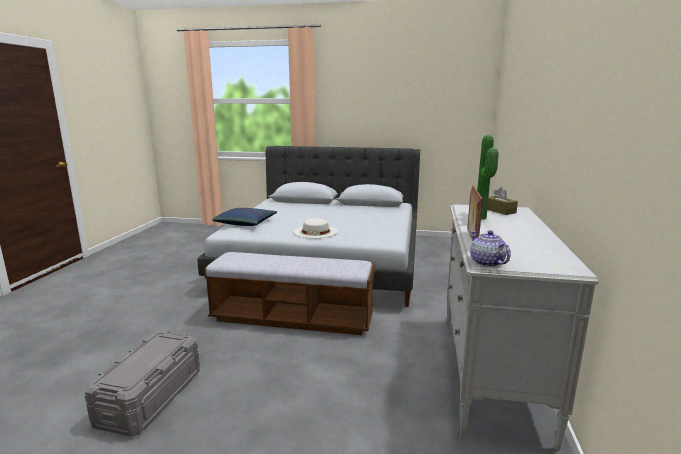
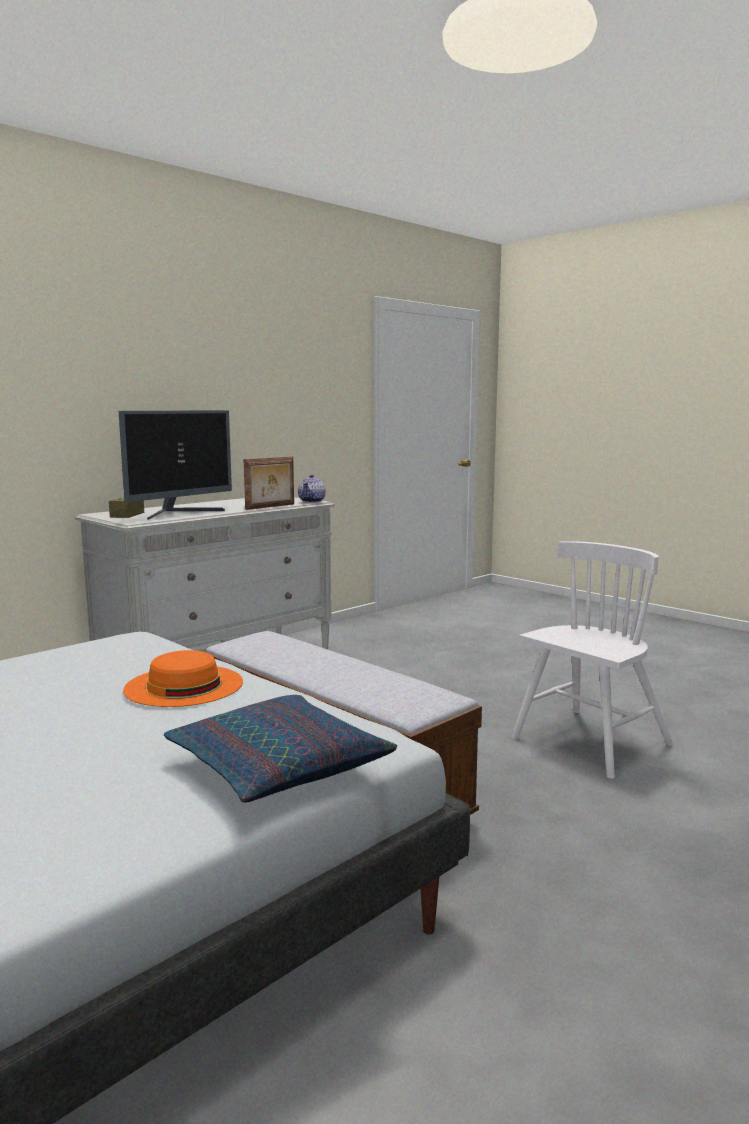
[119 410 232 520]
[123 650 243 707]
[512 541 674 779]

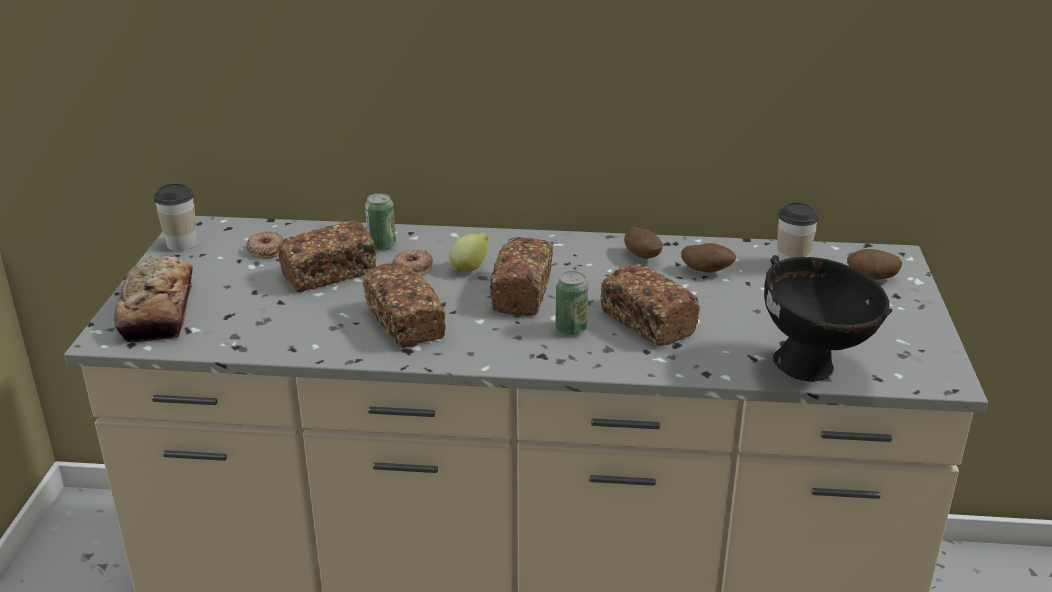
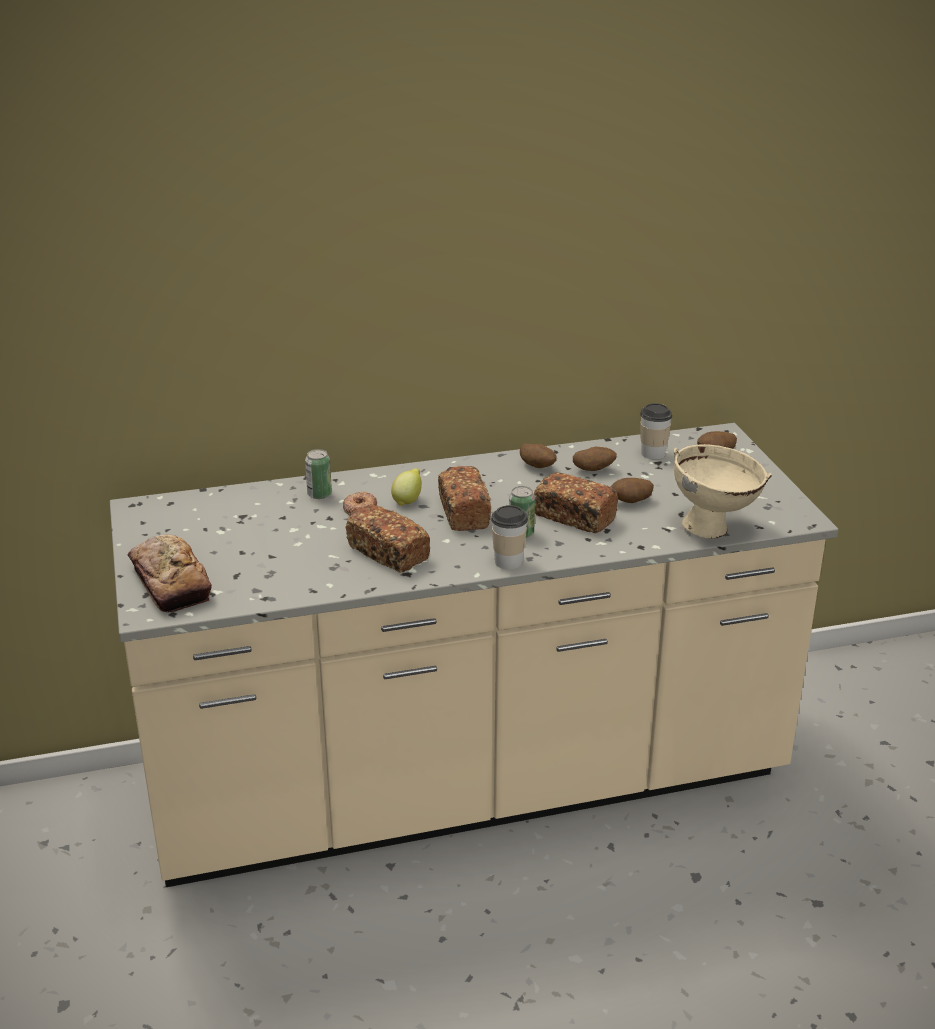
[491 505 528 569]
[278 221 376 293] (first image)
[246 231 284 259] (first image)
[674 444 772 539]
[611 478 654 503]

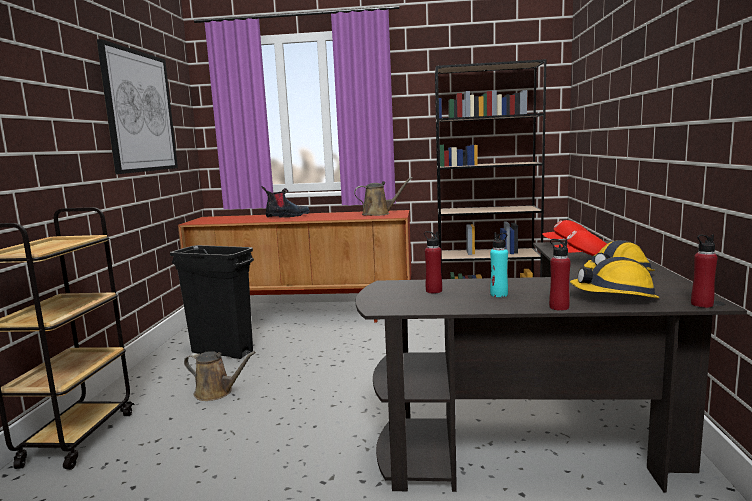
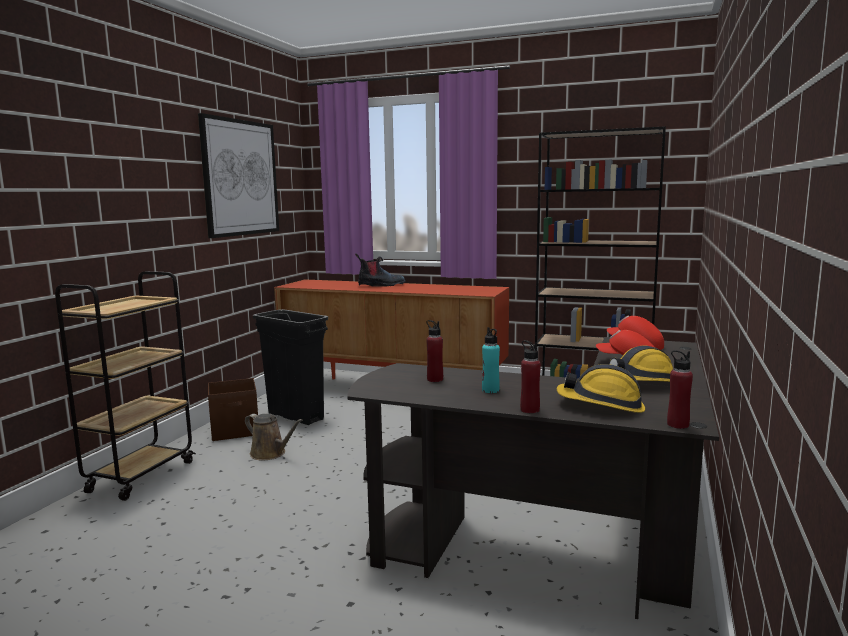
[354 177 413 216] (first image)
[208 378 258 441]

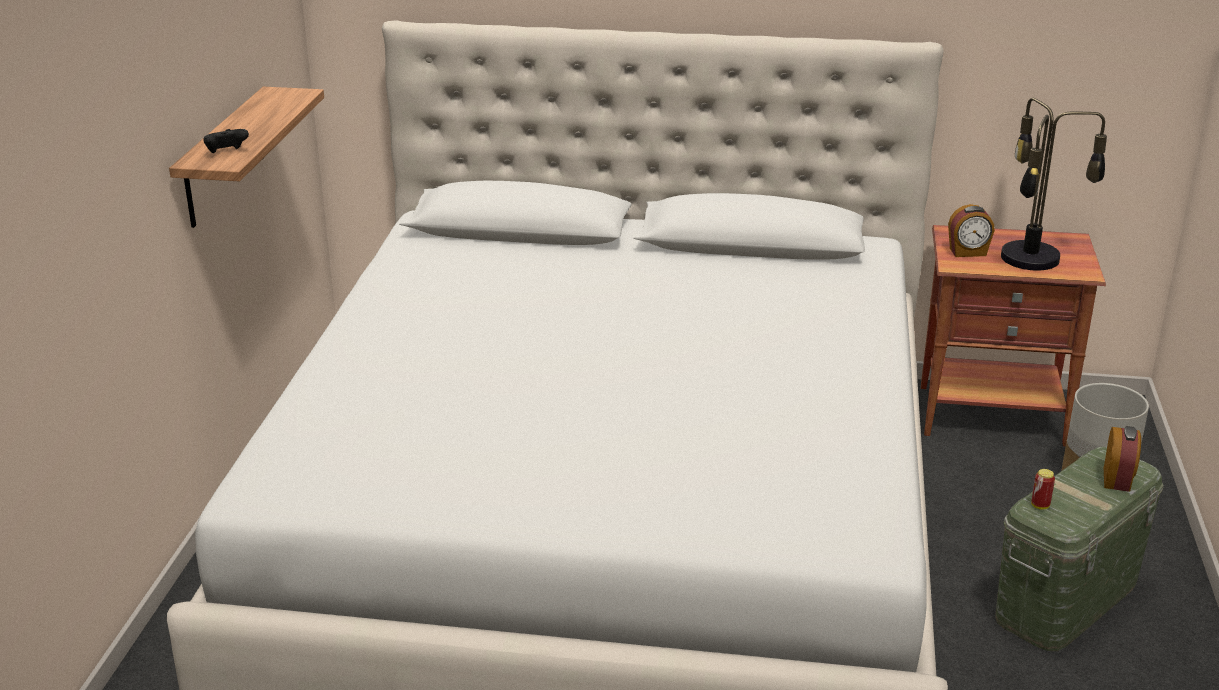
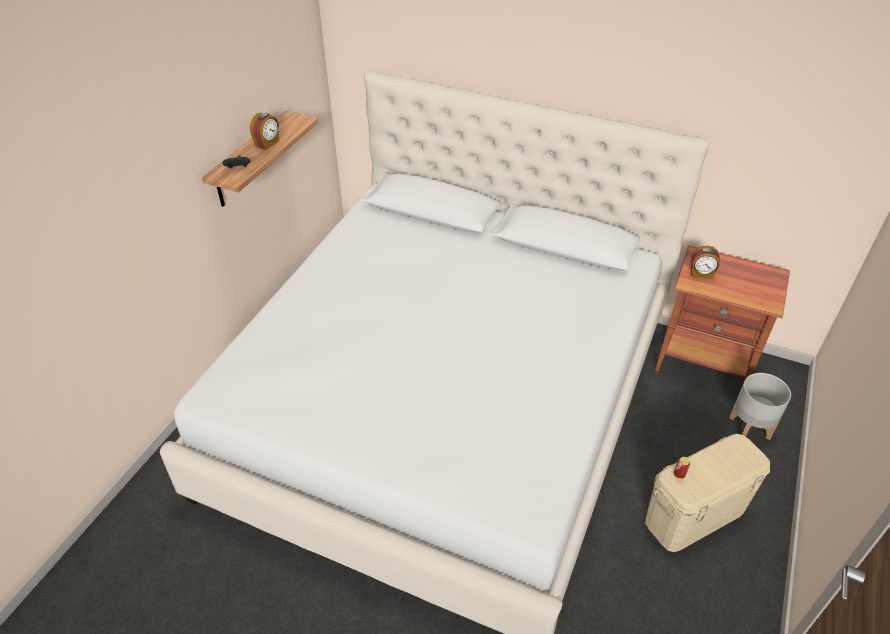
[1001 98 1107 270] (first image)
[250 112 279 150]
[645 434 770 552]

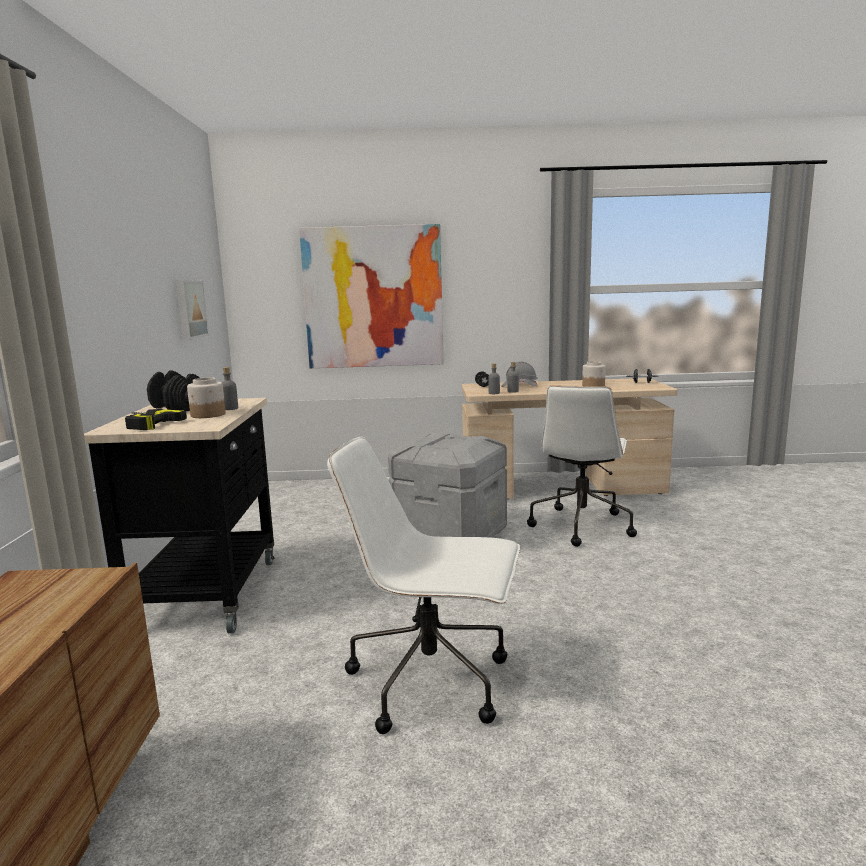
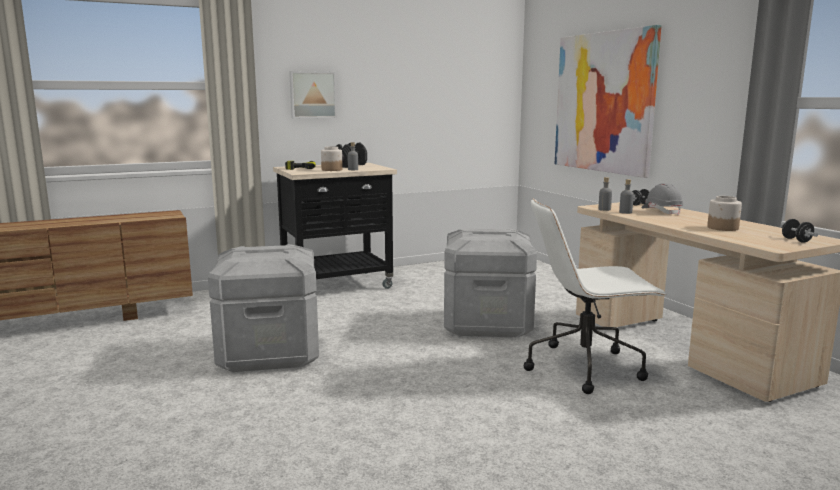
[289 71 337 118]
[208 244 319 372]

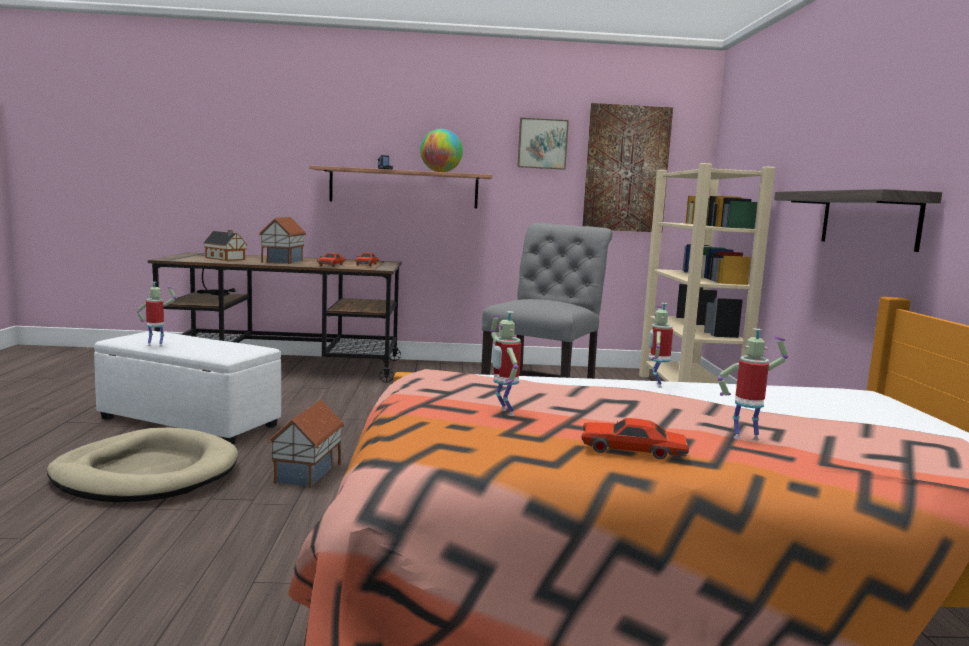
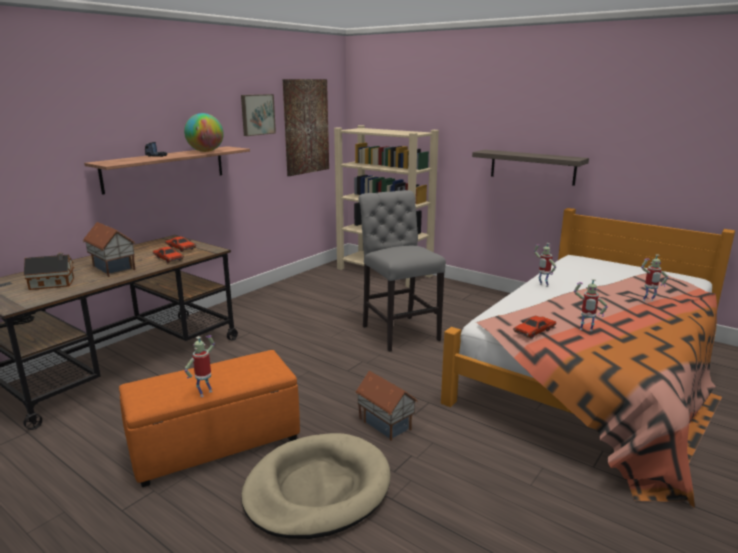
[641 254 668 301]
[119 350 300 487]
[513 316 557 339]

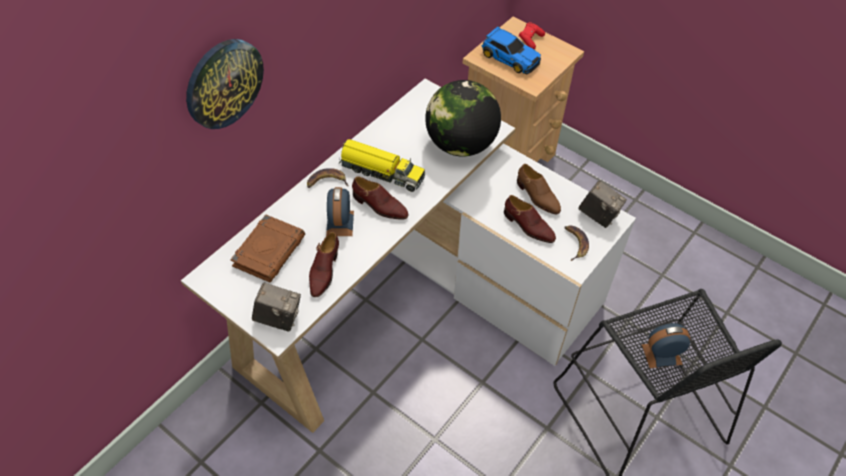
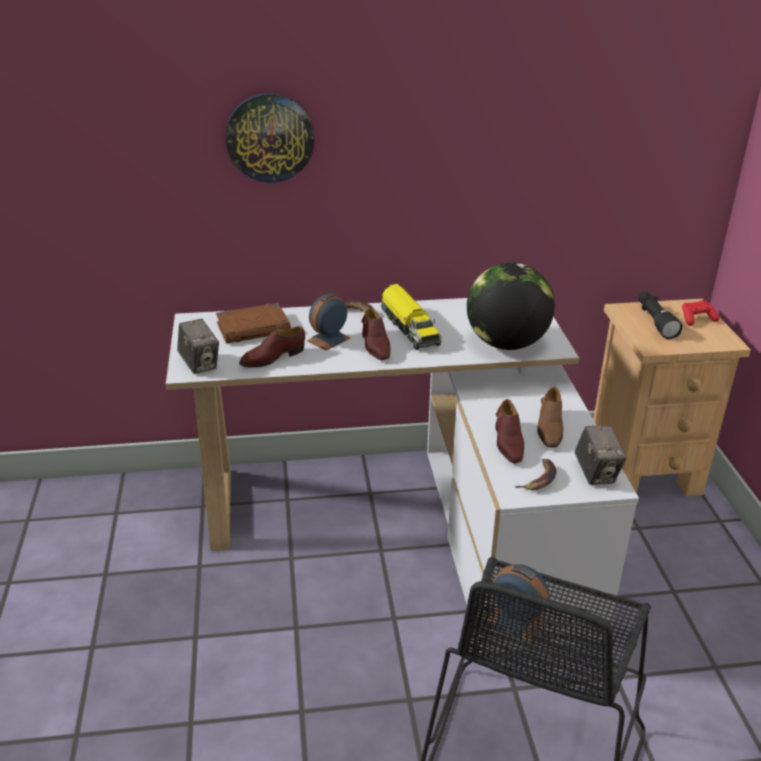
[639 291 682 339]

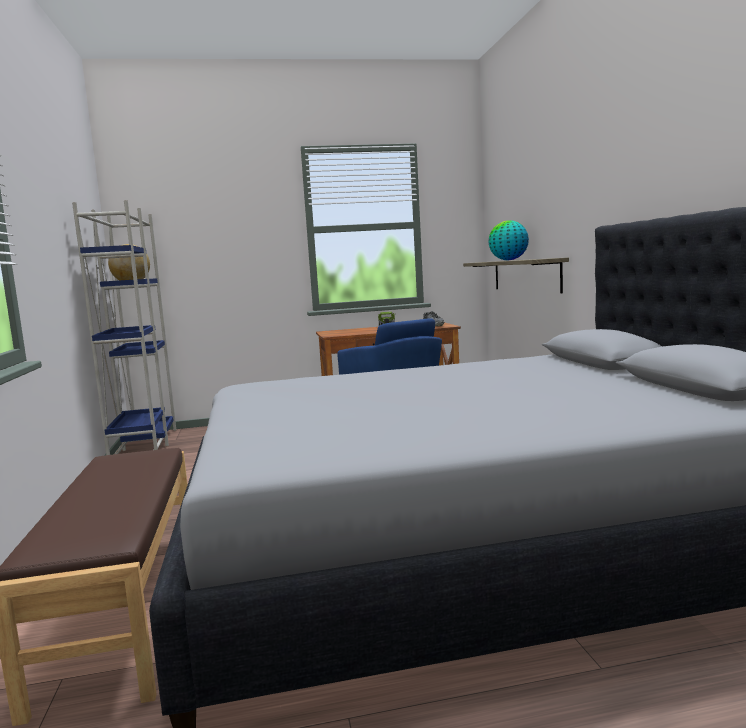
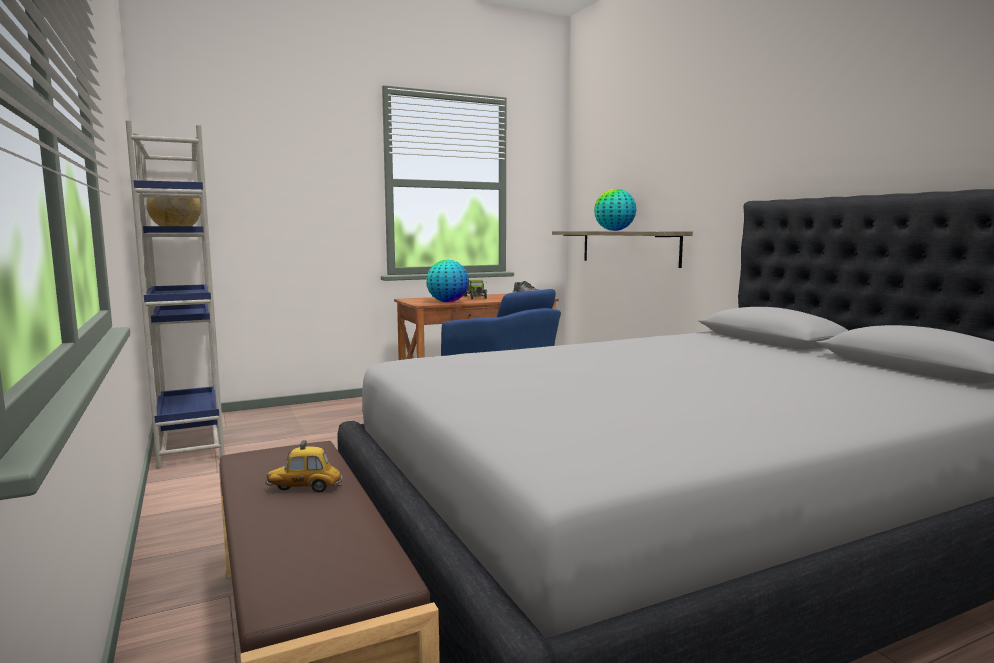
[426 260 469 302]
[266 440 343 493]

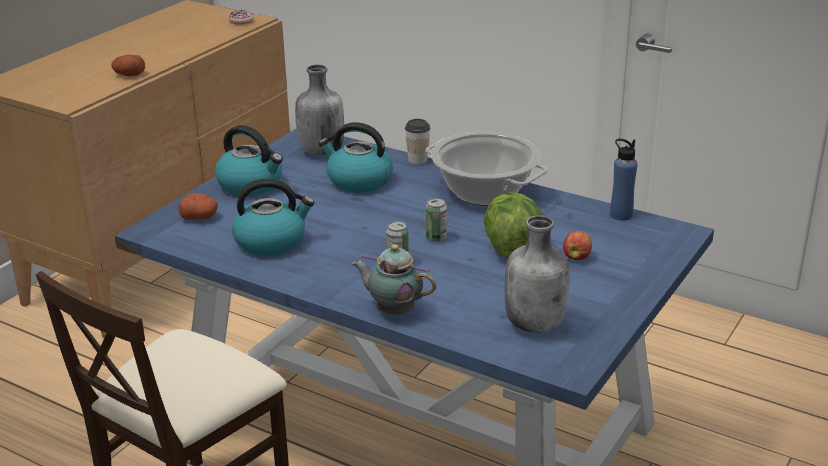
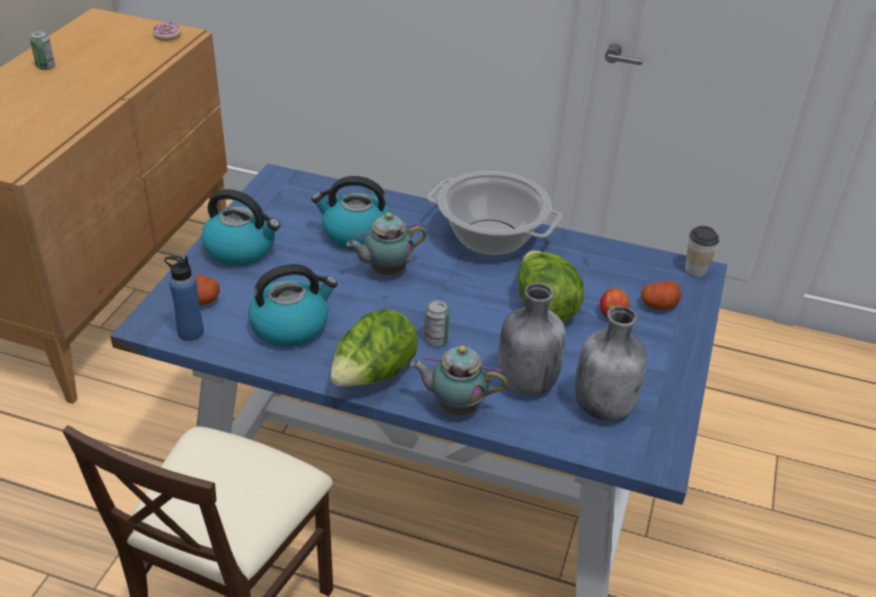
[641 281 681 311]
[498 283 566 396]
[685 226 719 277]
[165 256 204 341]
[30 31 55 70]
[346 213 427 275]
[330 309 418 386]

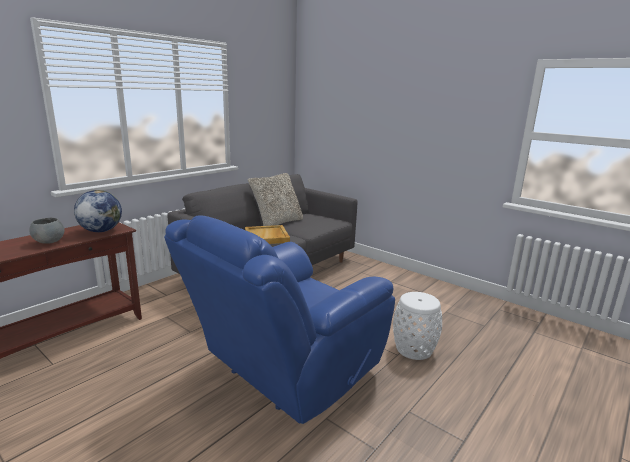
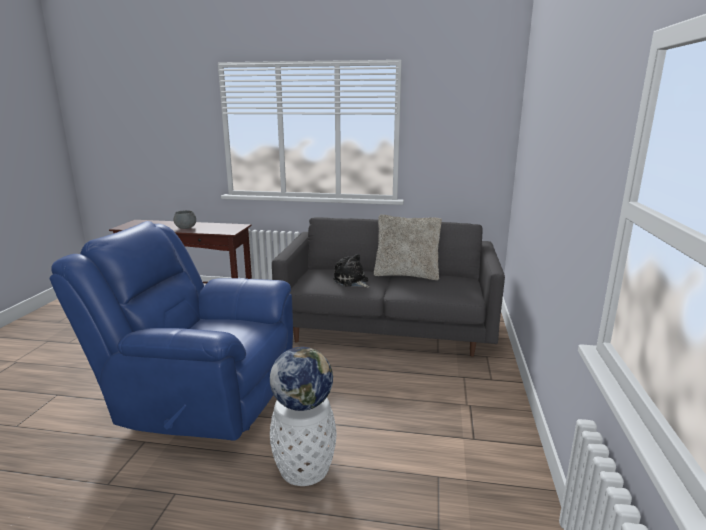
[270 347 333 411]
[333 254 370 288]

